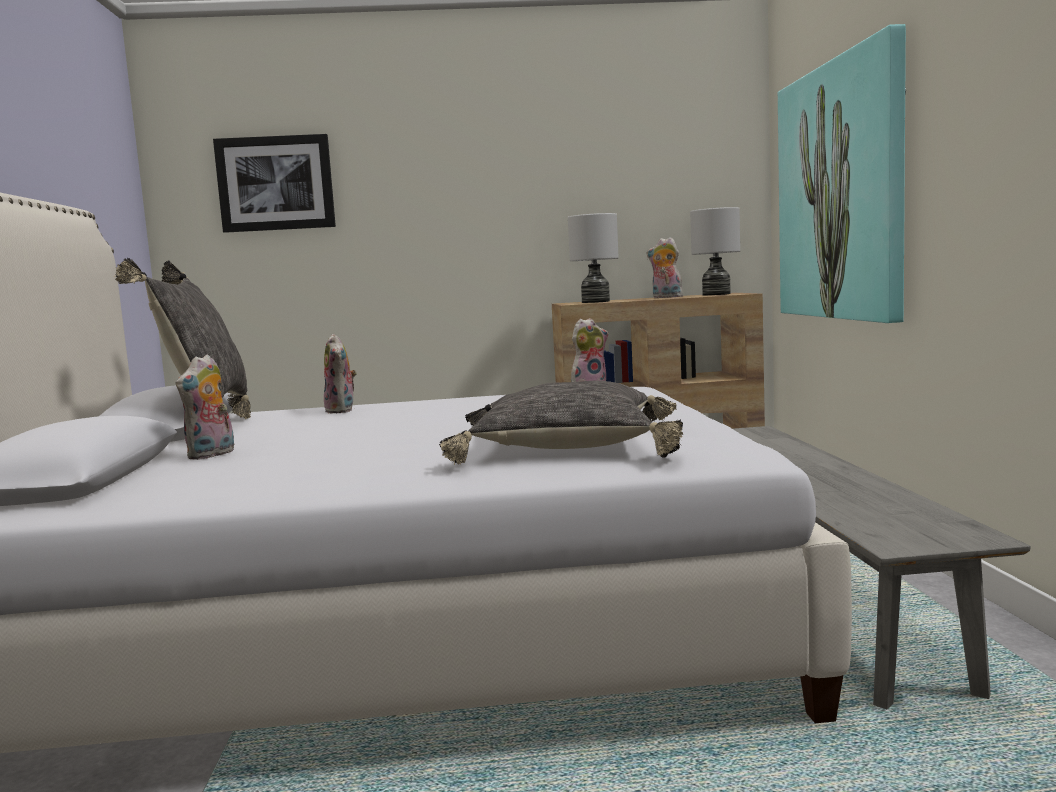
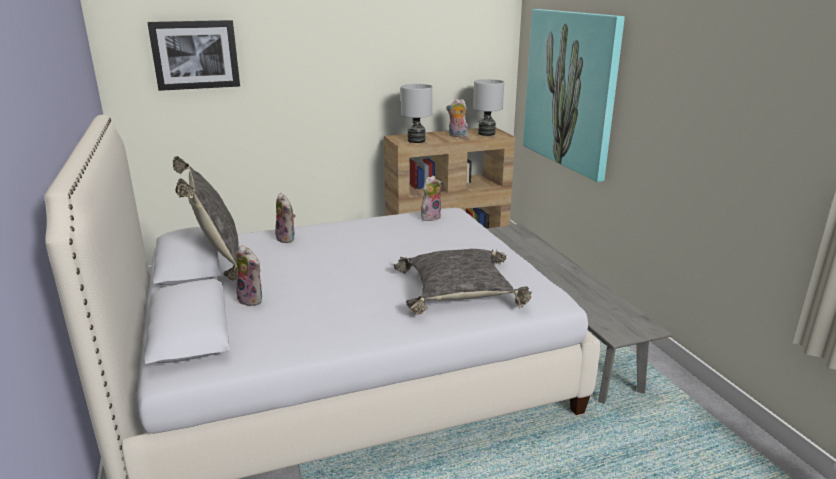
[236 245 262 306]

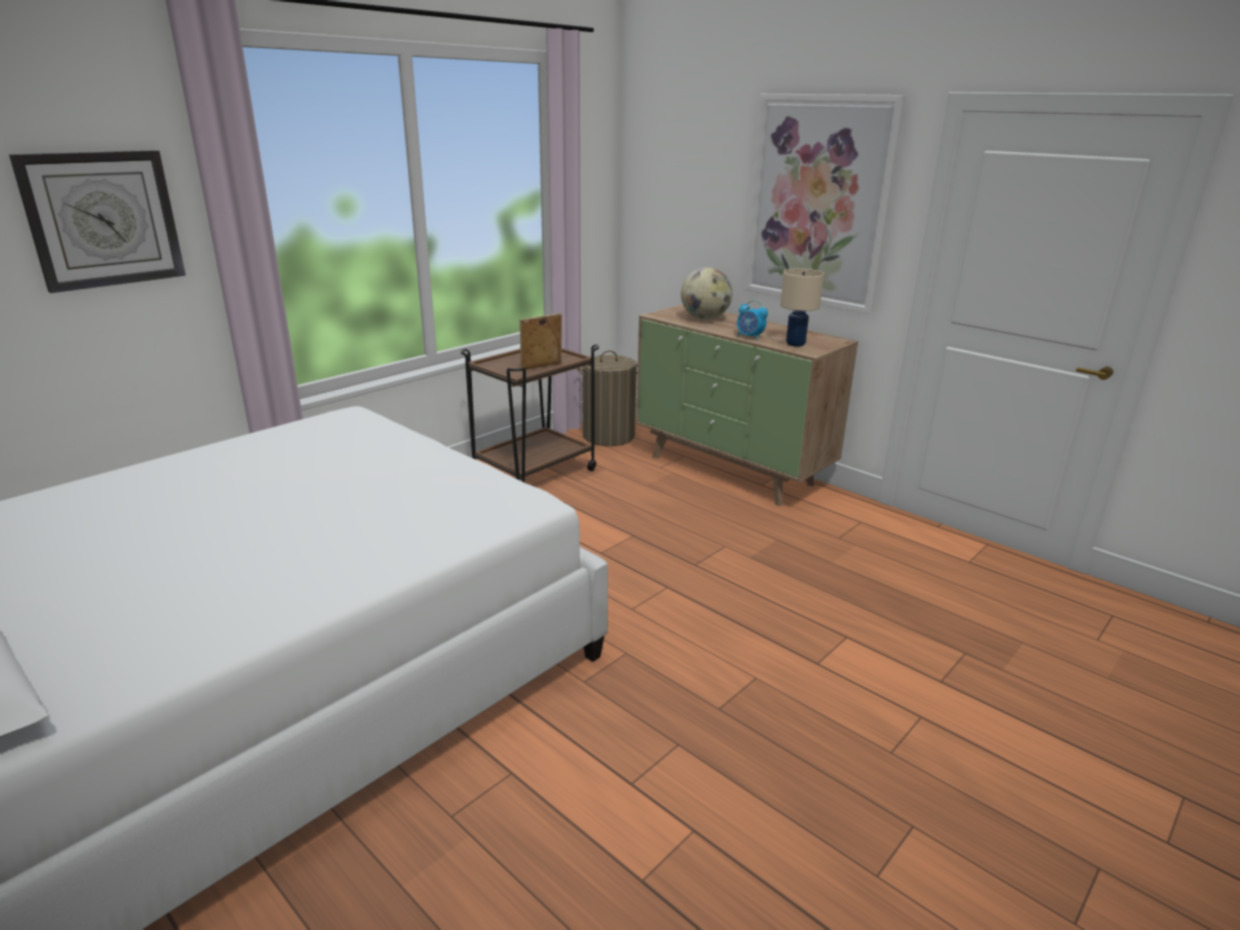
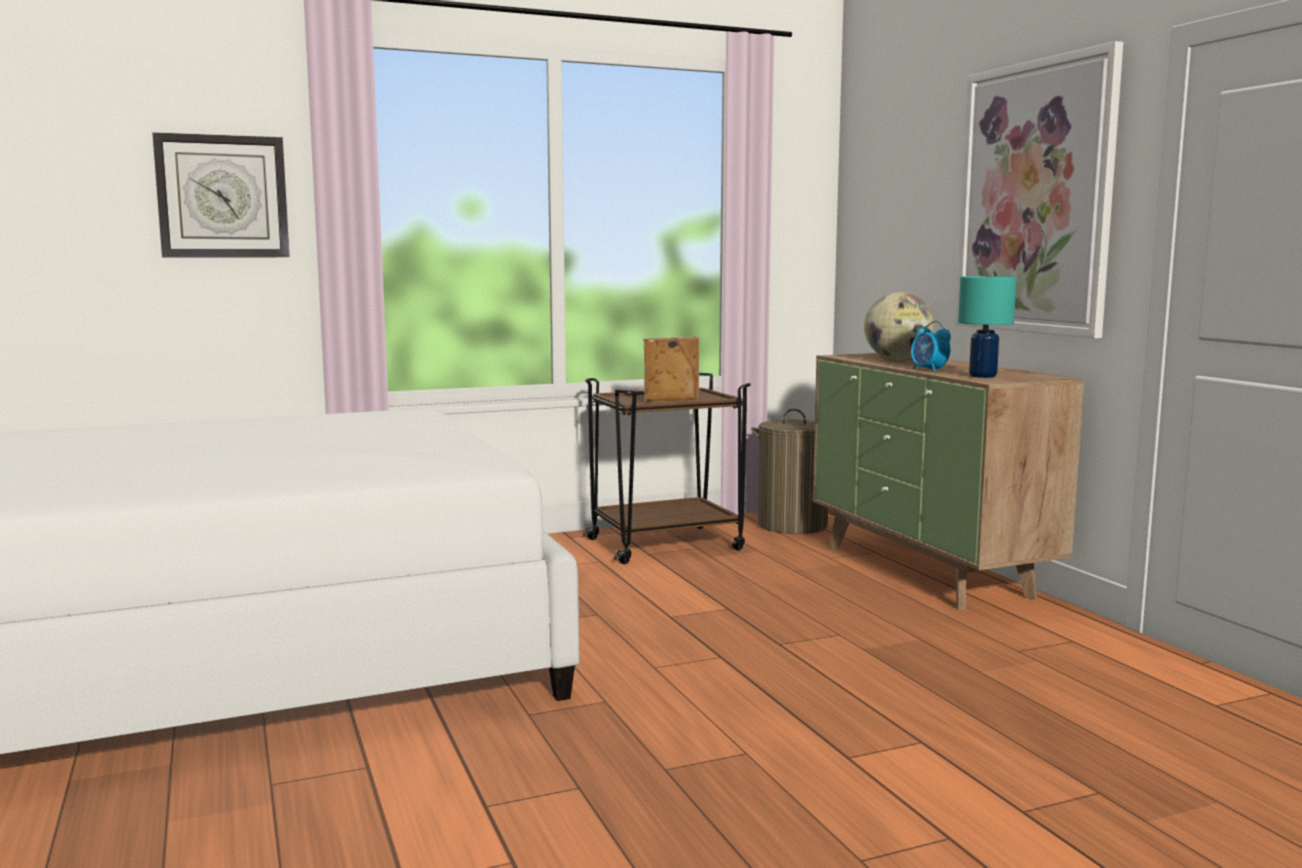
[958 275 1017 378]

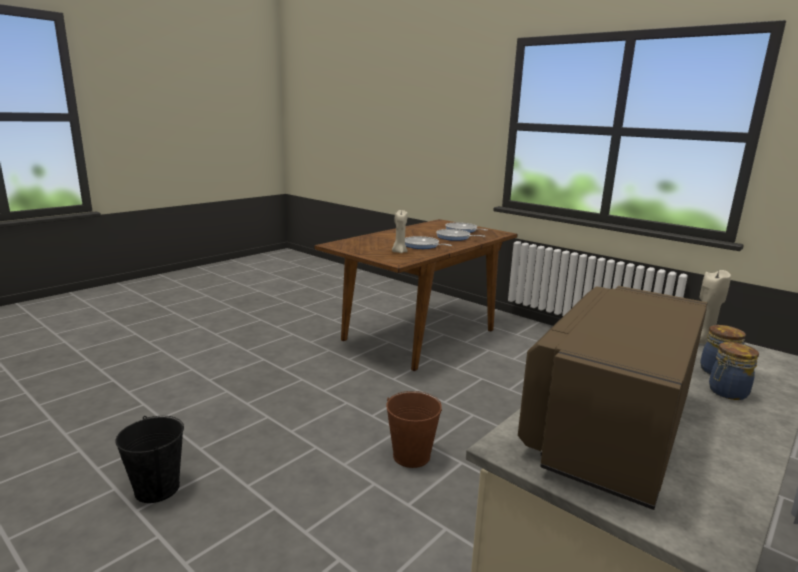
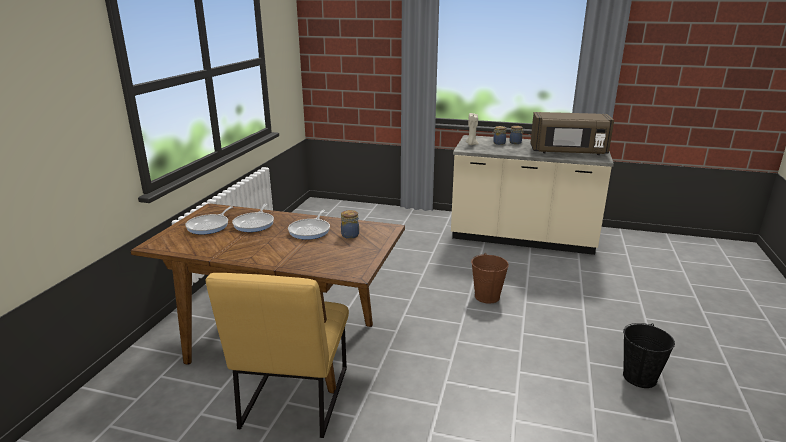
[341 210 359 239]
[206 273 349 438]

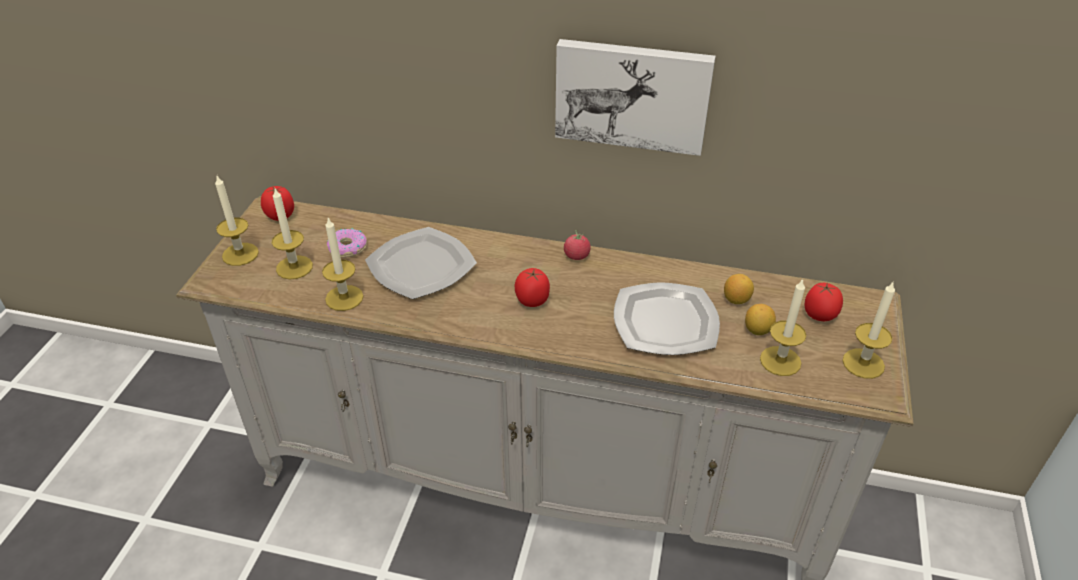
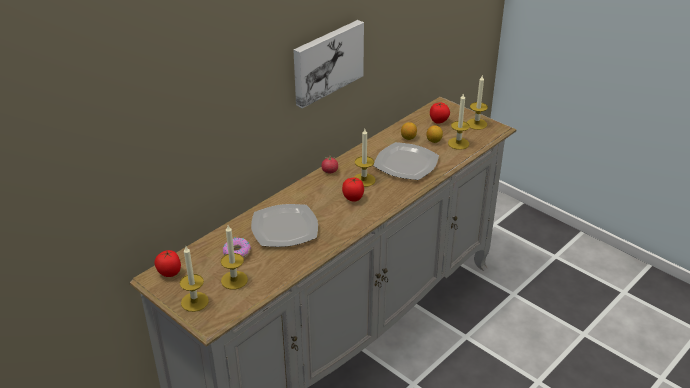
[353 129 376 187]

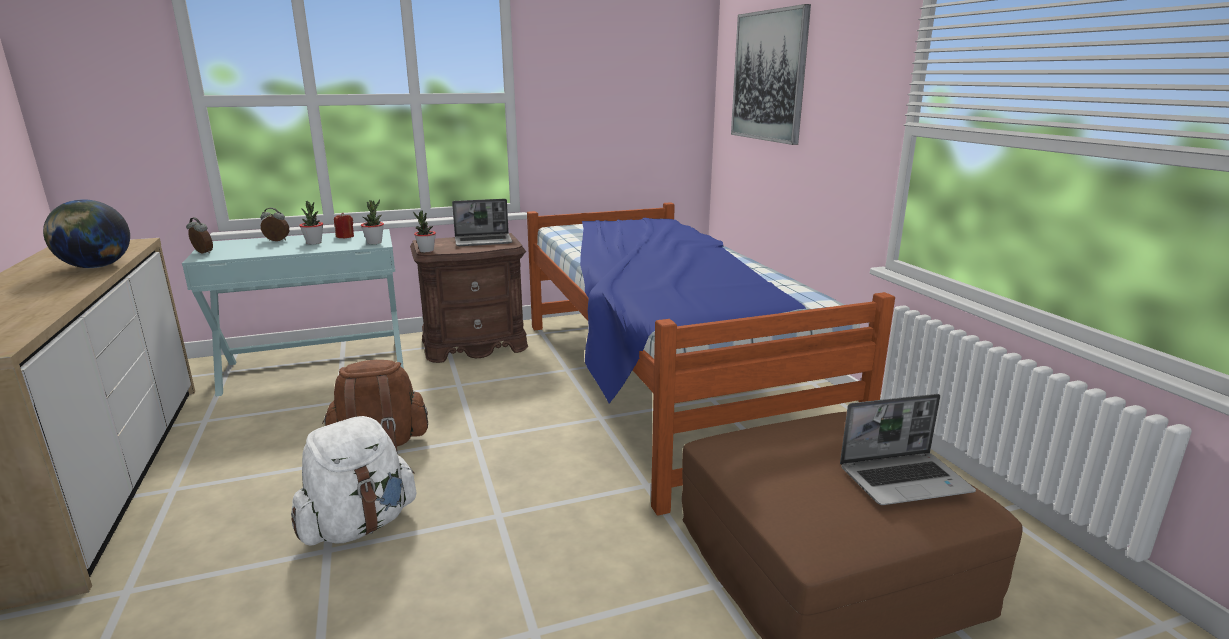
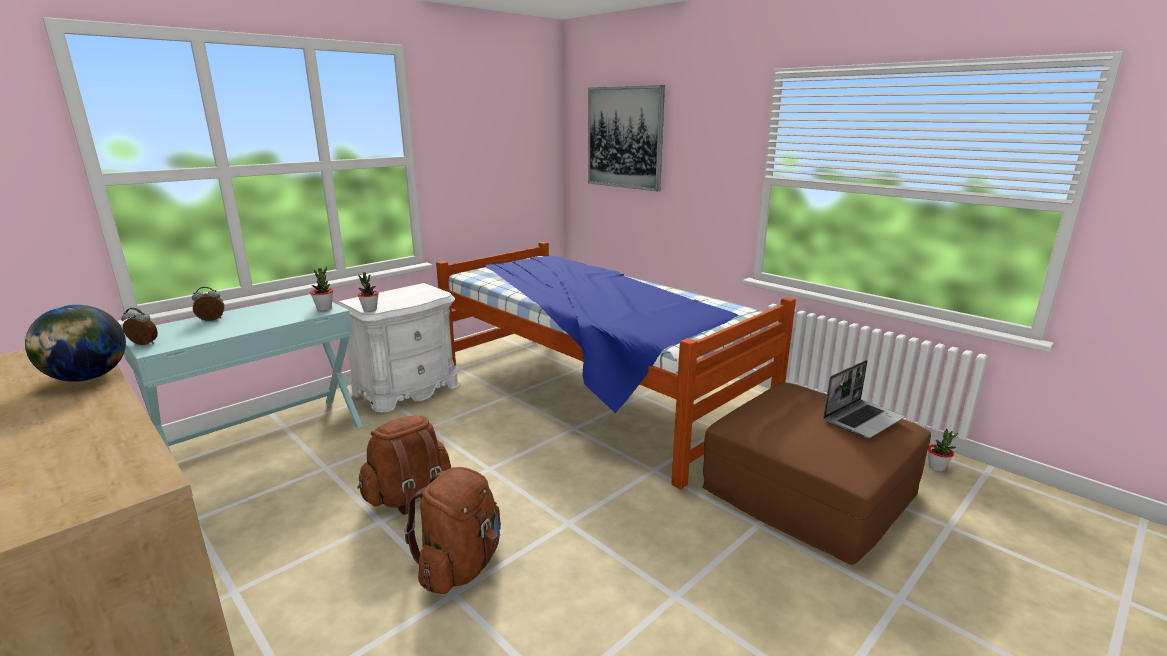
[452 199 513 246] (first image)
[928 429 958 471]
[334 213 354 238] (first image)
[338 283 459 413]
[404 467 501 594]

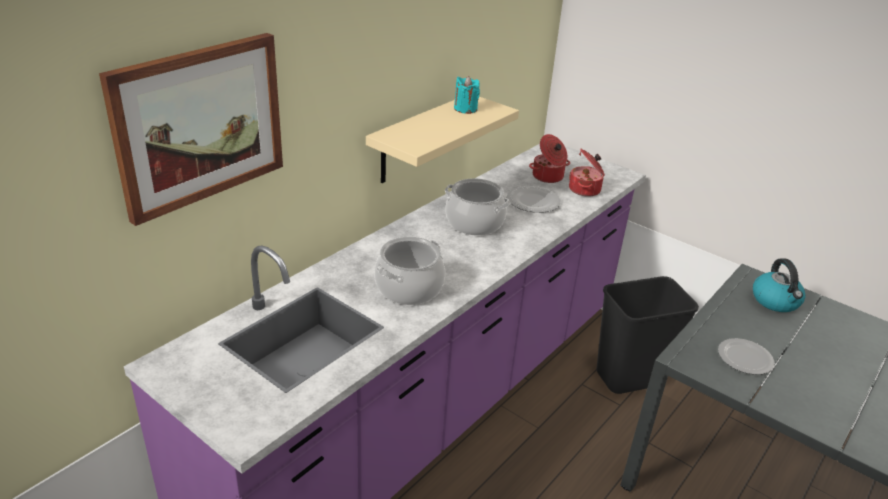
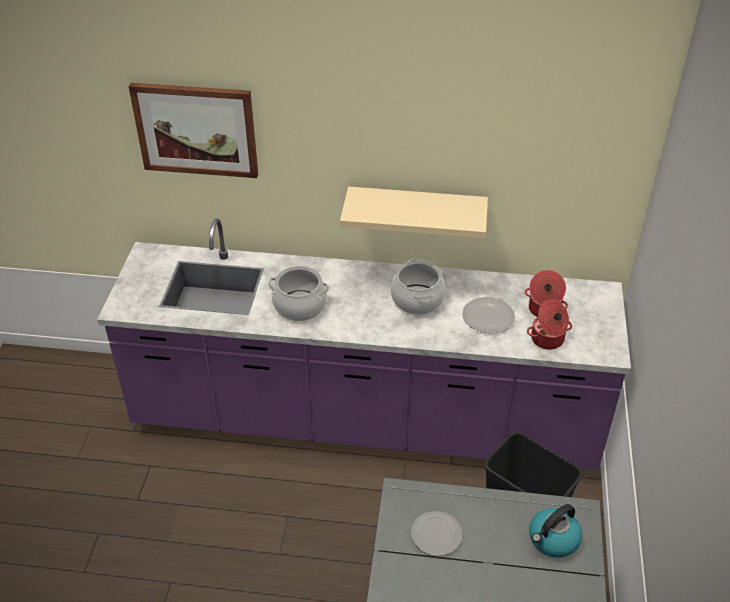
[454 76 480 114] (first image)

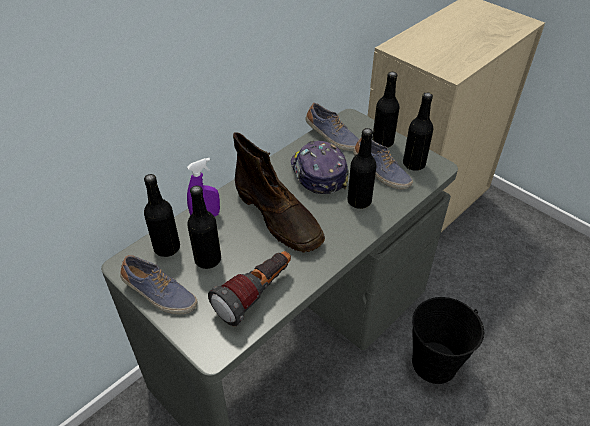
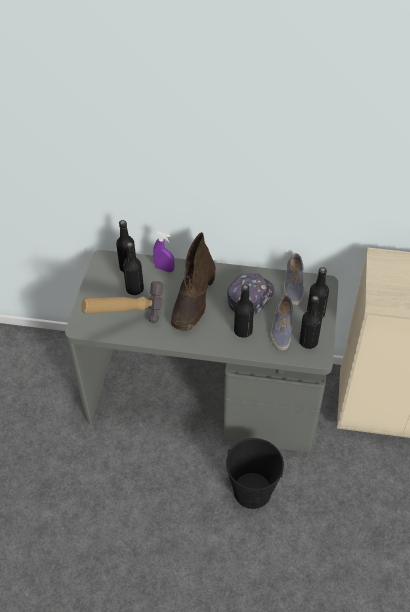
[81 281 164 323]
[120 255 198 315] (first image)

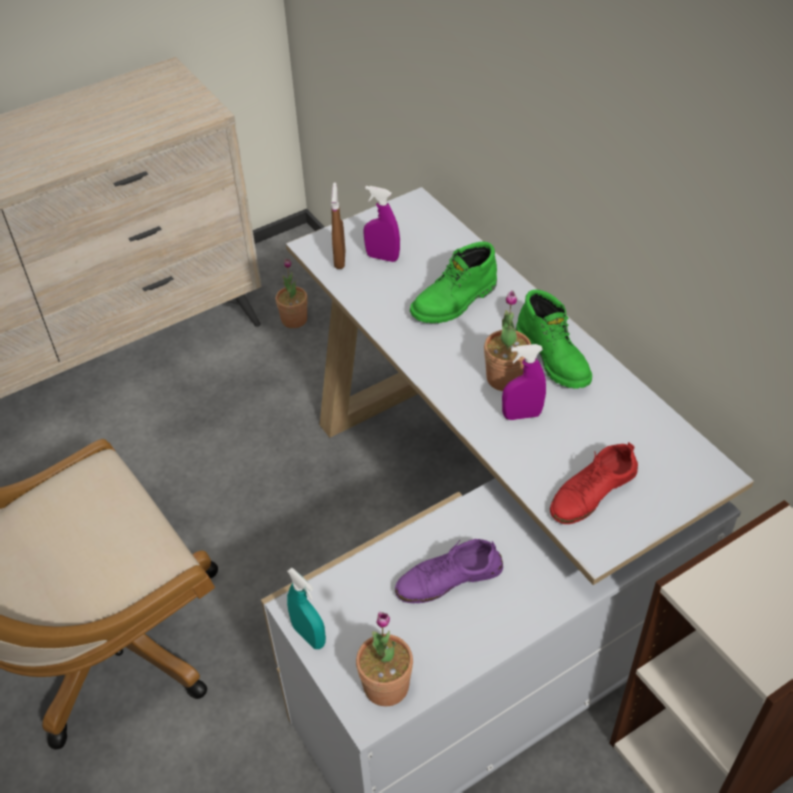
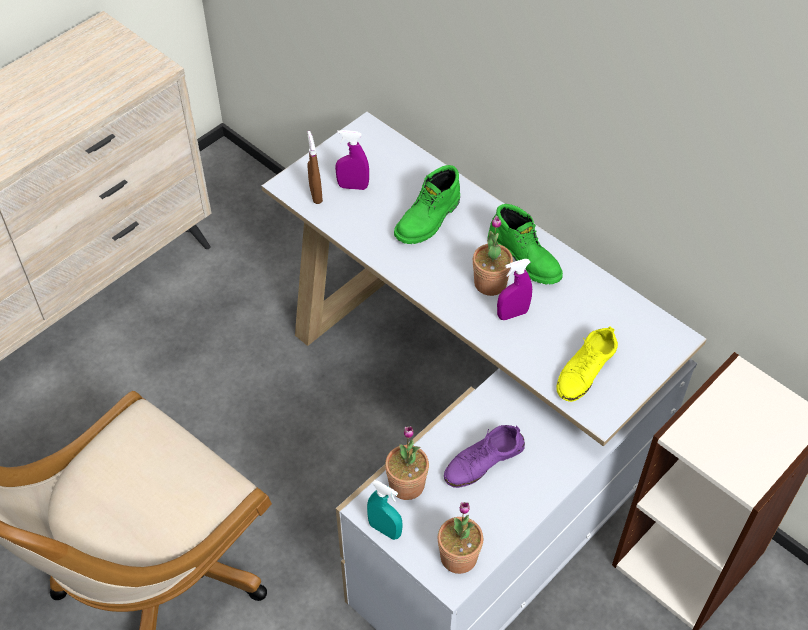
[385 426 429 500]
[556 326 618 402]

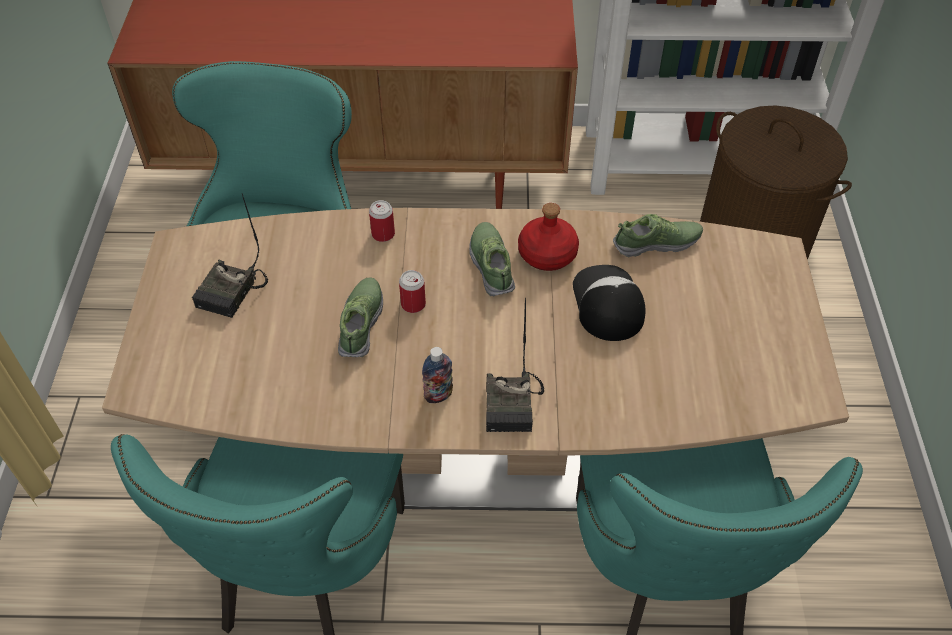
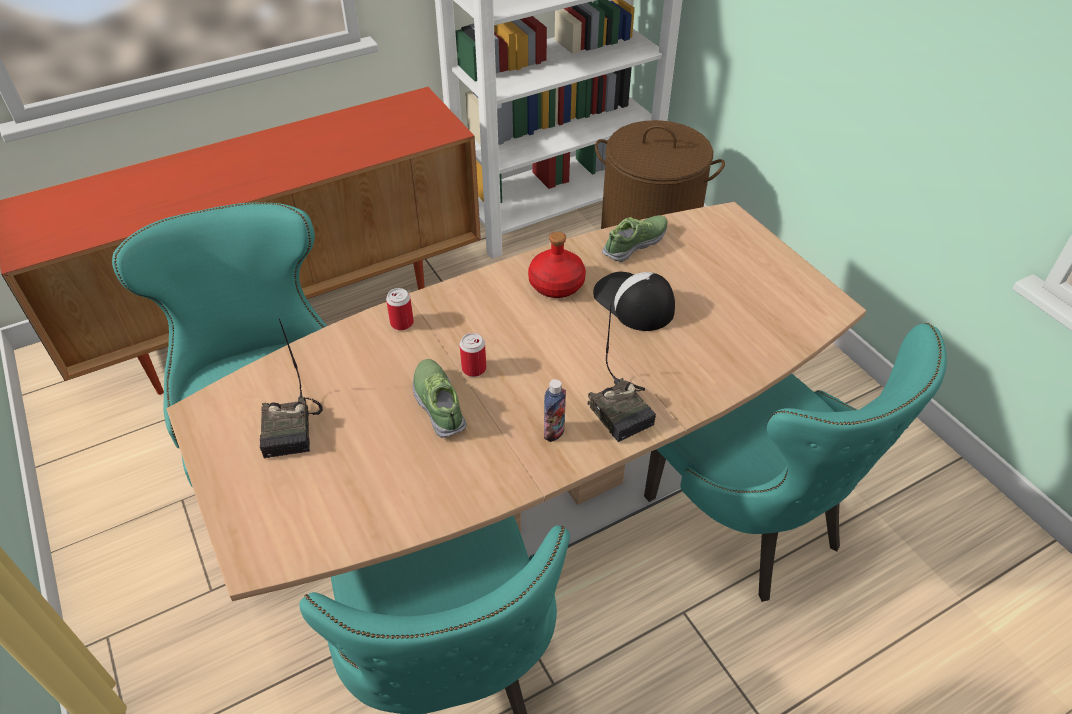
[469 222 515 296] (first image)

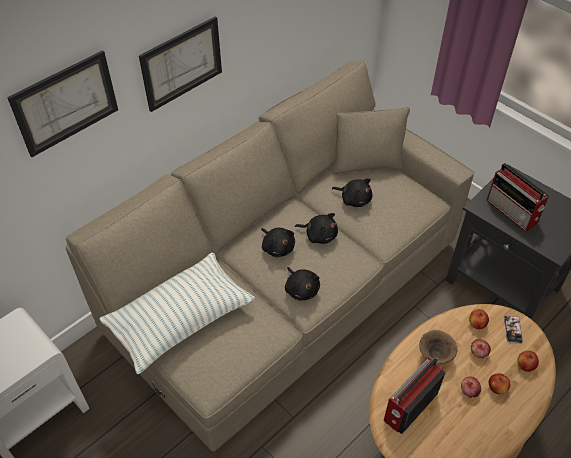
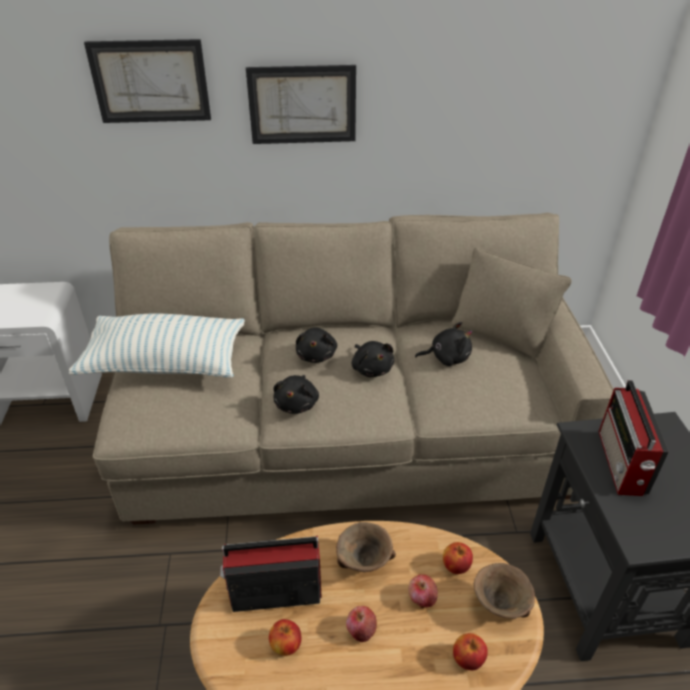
[415 322 472 366]
[474 563 535 619]
[269 619 301 656]

